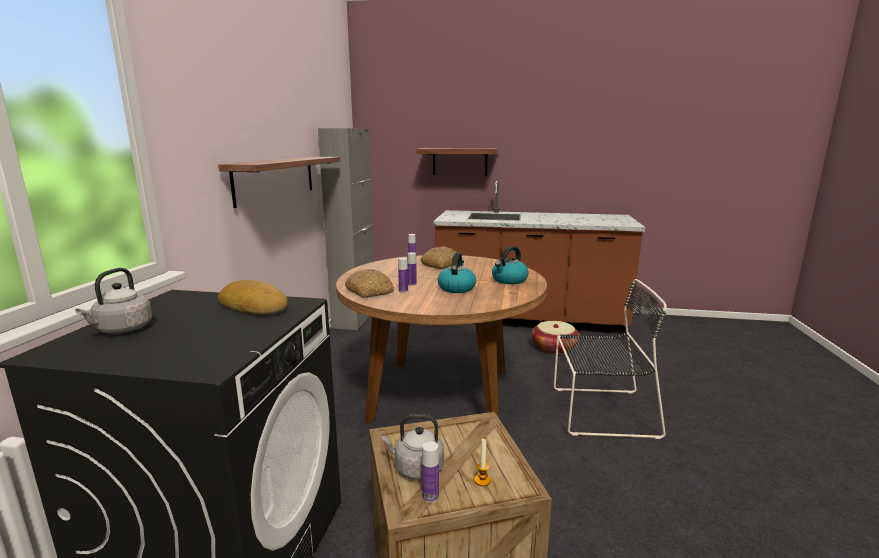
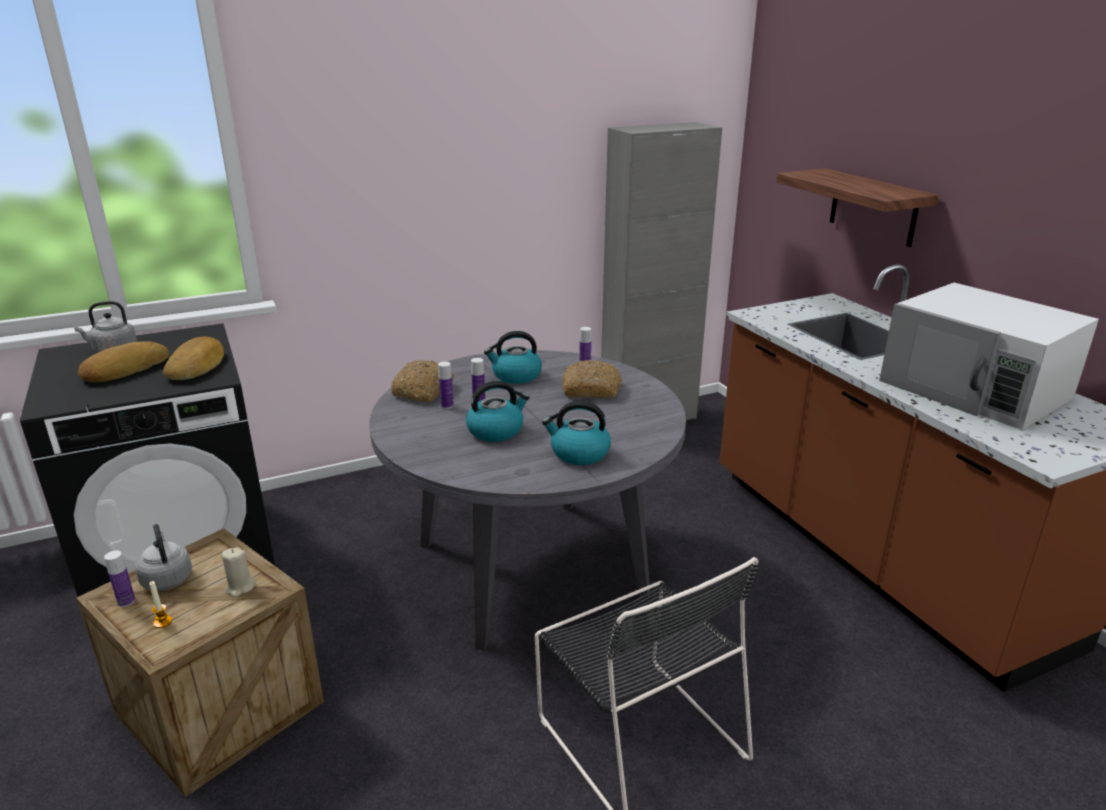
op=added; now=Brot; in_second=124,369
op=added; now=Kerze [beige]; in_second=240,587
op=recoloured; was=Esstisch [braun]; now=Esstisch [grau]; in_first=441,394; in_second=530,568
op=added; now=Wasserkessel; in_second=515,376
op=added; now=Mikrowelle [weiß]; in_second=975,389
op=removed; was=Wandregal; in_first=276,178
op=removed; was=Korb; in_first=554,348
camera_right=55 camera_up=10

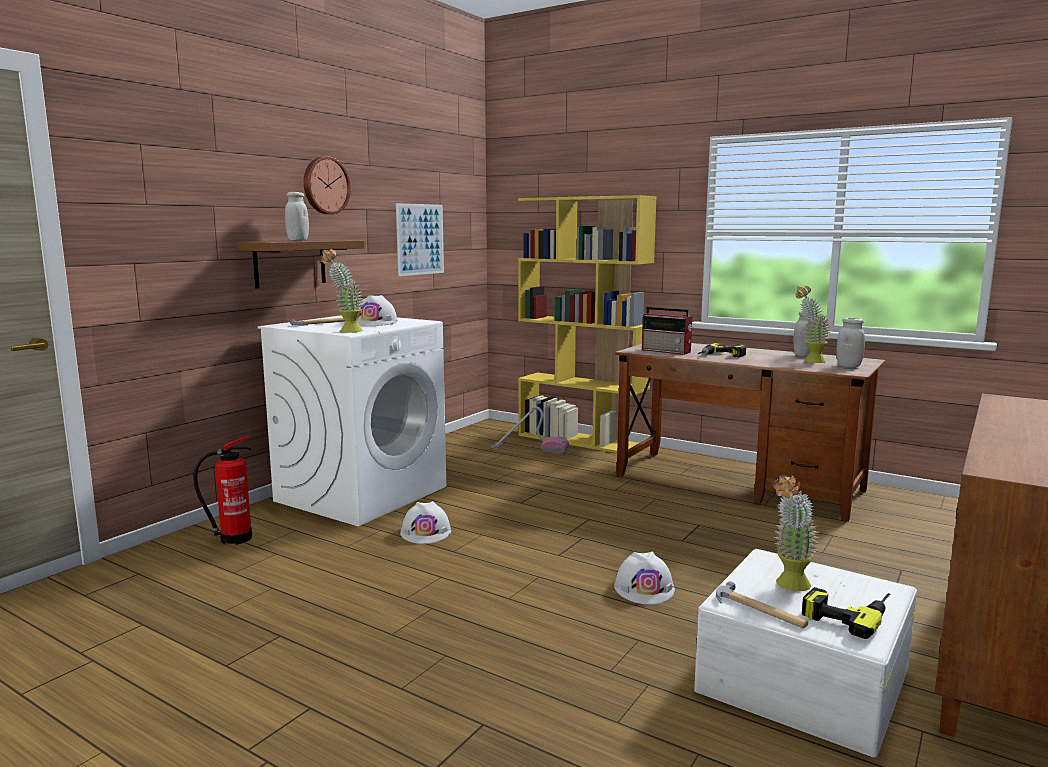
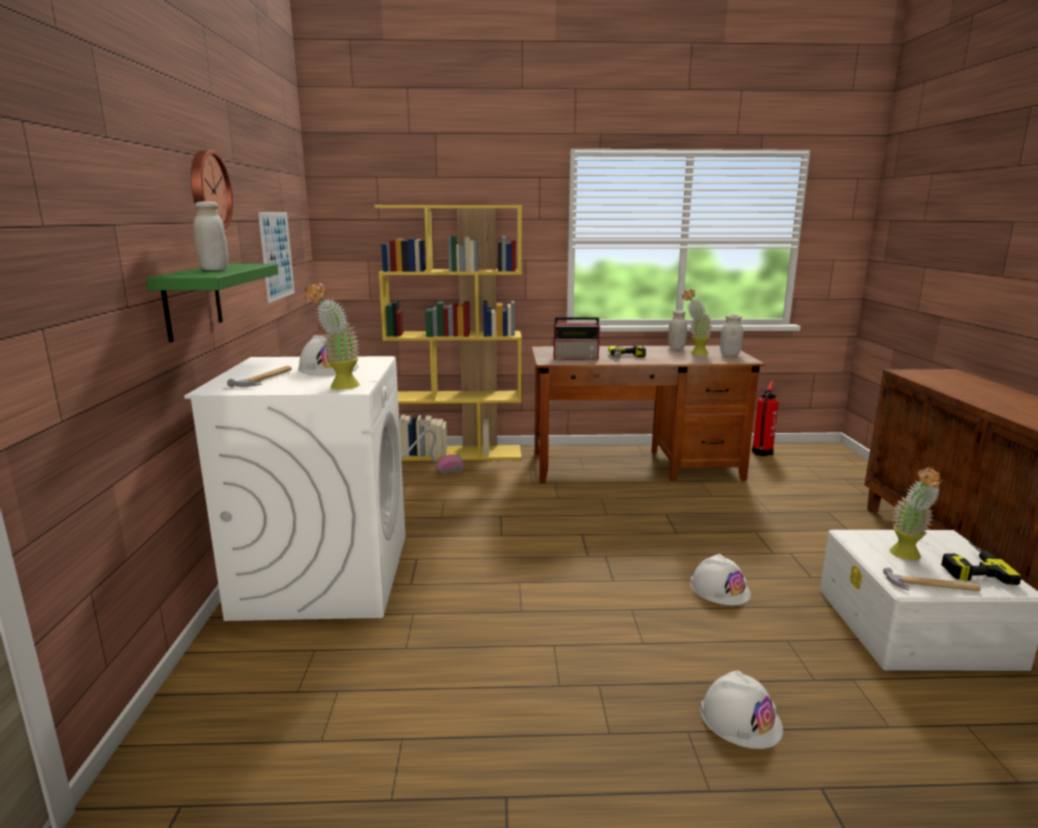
op=recoloured; was=Wandregal [braun]; now=Wandregal [grün]; in_first=290,263; in_second=192,300
op=moved; was=Schutzhelm [weiß]; in_first=426,532; in_second=740,718
op=moved; was=Feuerlöscher; in_first=233,539; in_second=761,453
camera_right=-35 camera_up=5

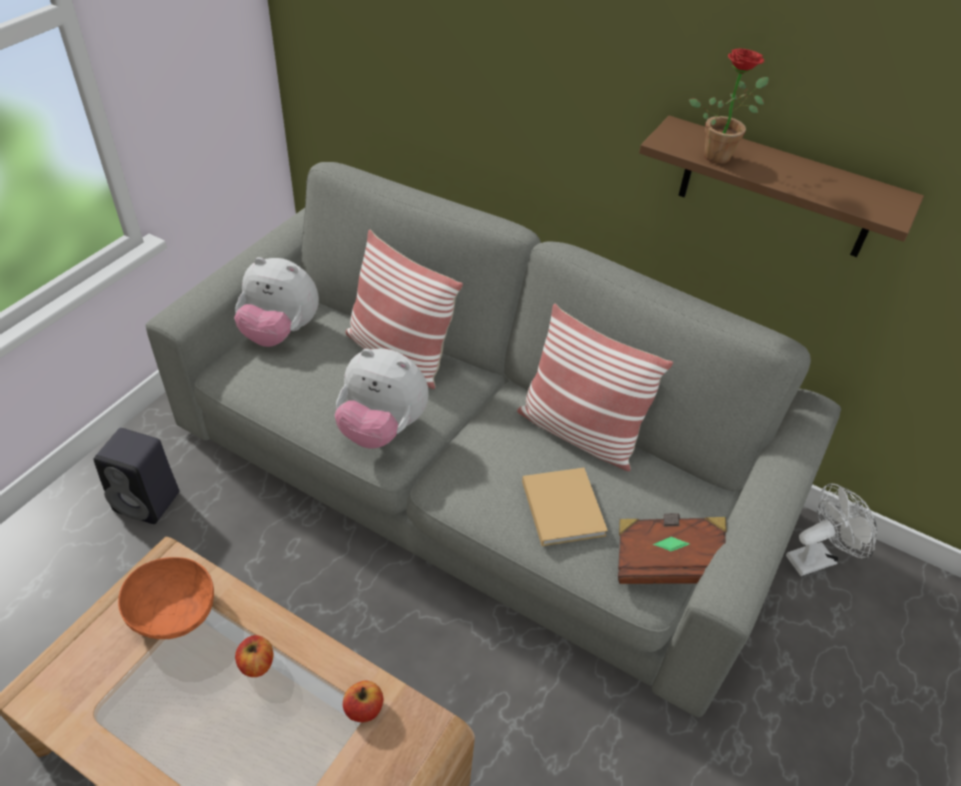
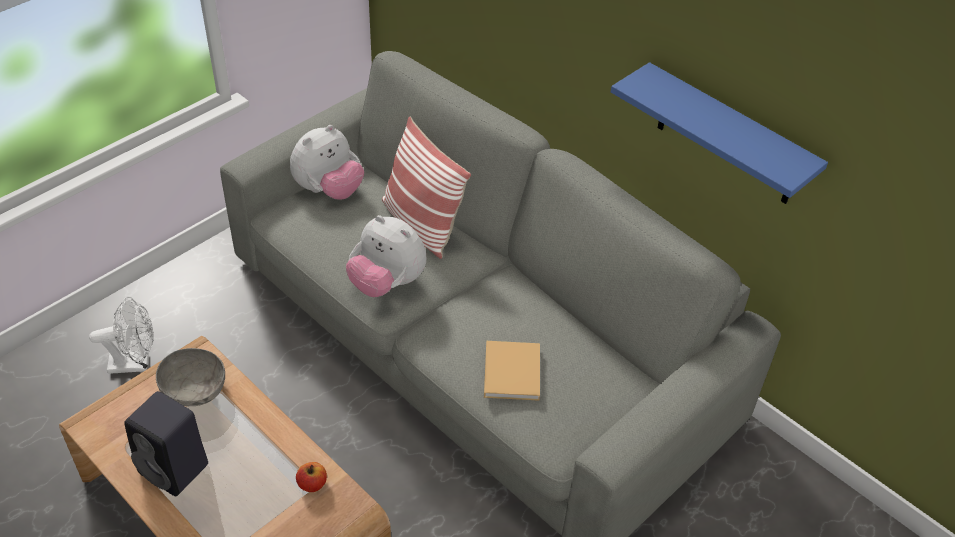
op=moved; was=Ventilator [weiß]; in_first=816,557; in_second=135,363
op=moved; was=Lautsprecher [schwarz]; in_first=149,502; in_second=176,469
op=recoloured; was=Schüssel [orange]; now=Schüssel [grau]; in_first=174,612; in_second=194,390
op=turned; was=Plüschtier; in_first=280,332; in_second=329,190; clockwise=-75
op=recoloured; was=Wandregal [braun]; now=Wandregal [blau]; in_first=777,189; in_second=727,137
op=removed; was=Apfel; in_first=256,664
op=removed; was=Kissen; in_first=579,432
op=removed; was=Buch [braun]; in_first=667,561
op=removed; was=Topfpflanze; in_first=719,154
camera_right=15 camera_up=0

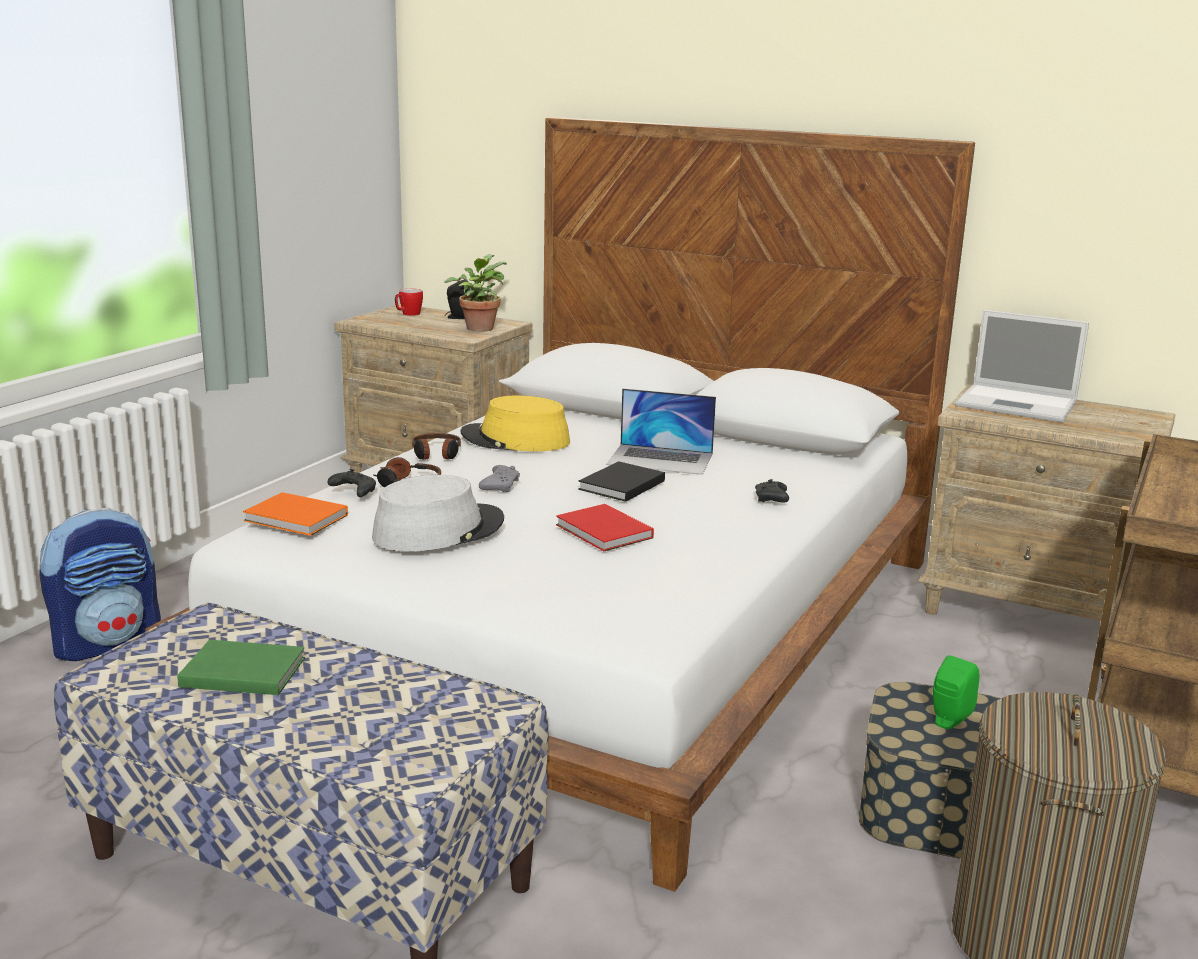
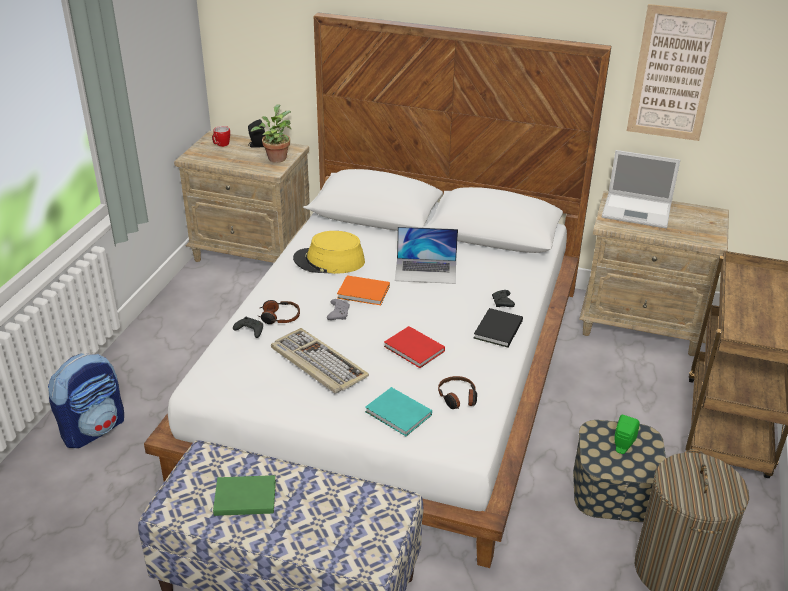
op=replaced; was=Hut [grau]; now=Tastatur; in_first=438,530; in_second=317,363
op=moved; was=Buch [orange]; in_first=297,519; in_second=364,293
op=added; now=Buch [türkis]; in_second=399,414
op=moved; was=Kopfhörer; in_first=436,454; in_second=458,398
op=moved; was=Buch [schwarz]; in_first=619,485; in_second=497,330
op=added; now=Bild; in_second=674,74
camera_right=-10 camera_up=15

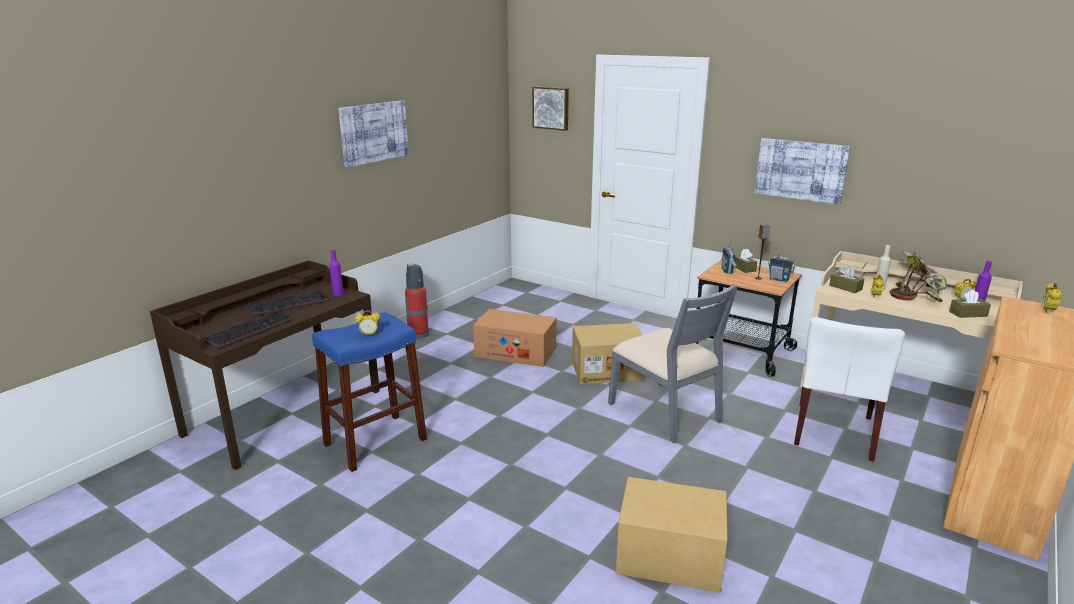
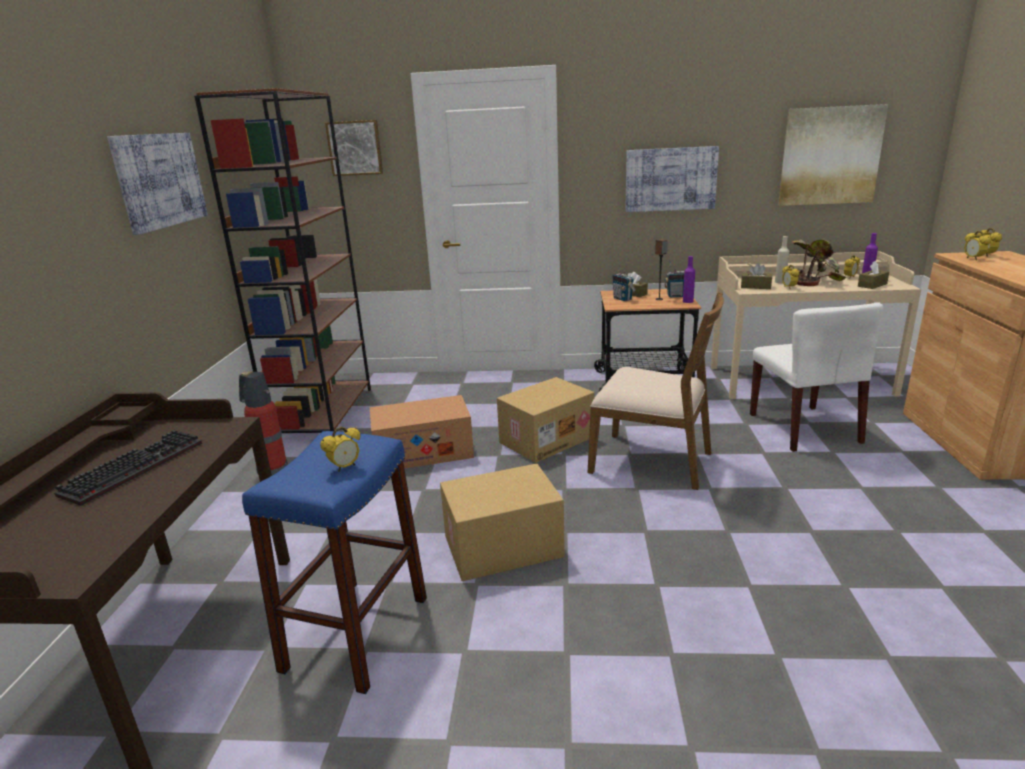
op=added; now=Bücherregal [braun]; in_second=323,413
op=moved; was=Karton; in_first=668,558; in_second=503,548
op=recoloured; was=Stuhl [grau]; now=Stuhl [braun]; in_first=666,412; in_second=652,461
op=moved; was=Flasche [lila]; in_first=338,293; in_second=688,301
op=added; now=Bild; in_second=830,156
op=added; now=Wecker; in_second=973,259
op=removed; was=Tastatur; in_first=250,330
camera_right=-30 camera_up=0

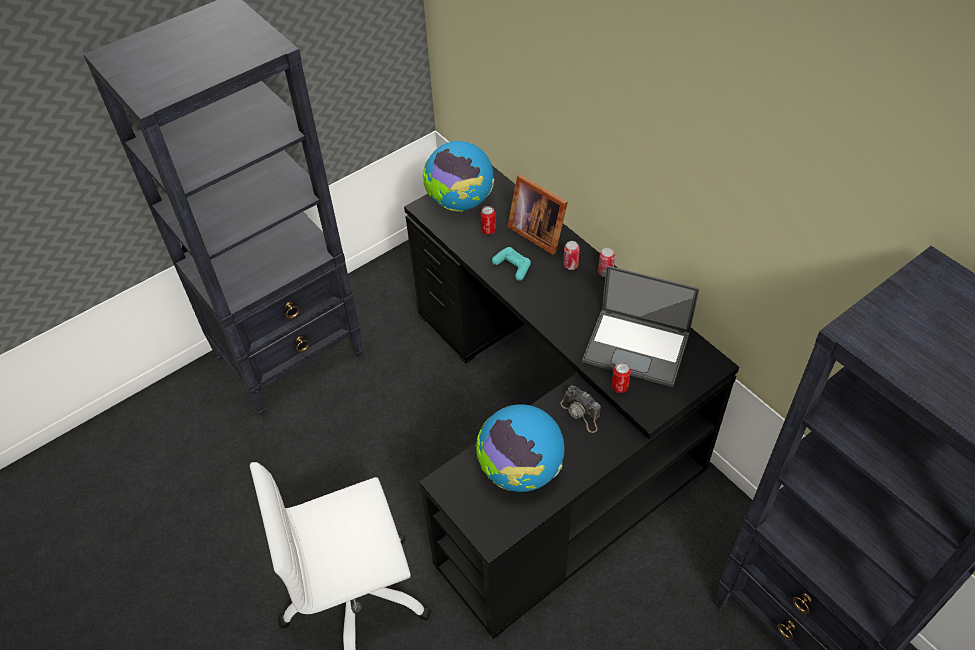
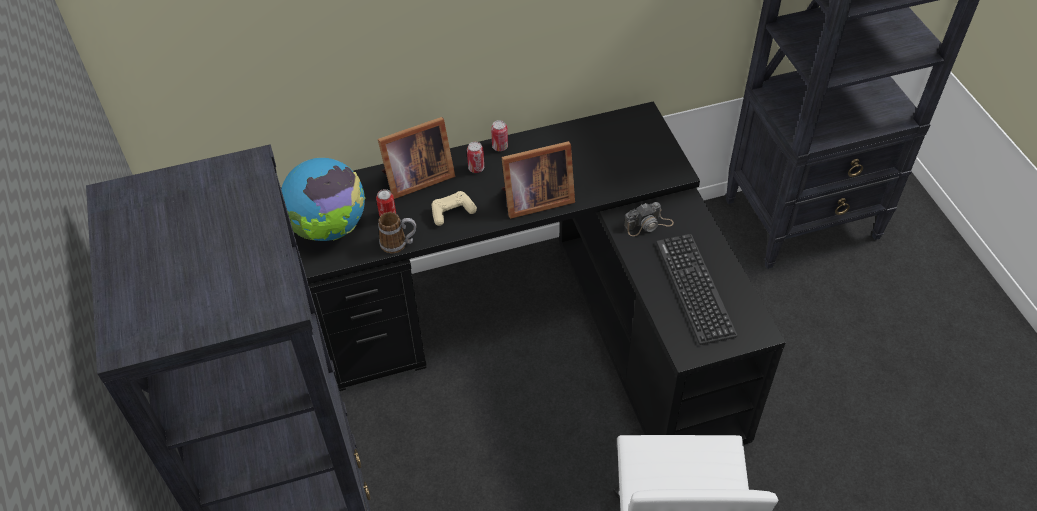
op=added; now=Henkelbecher; in_second=399,243
op=recoloured; was=Gamepad [türkis]; now=Gamepad [beige]; in_first=512,267; in_second=452,212
op=added; now=Bilderrahmen; in_second=534,200
op=replaced; was=Globus; now=Tastatur; in_first=520,470; in_second=695,288
op=removed; was=Laptop; in_first=638,347
op=removed; was=Dose; in_first=619,387
camera_right=-70 camera_up=0

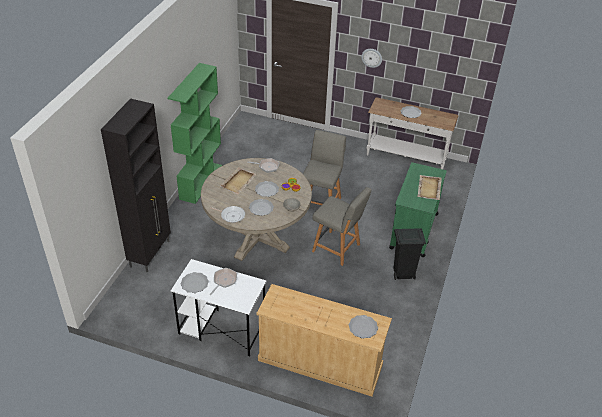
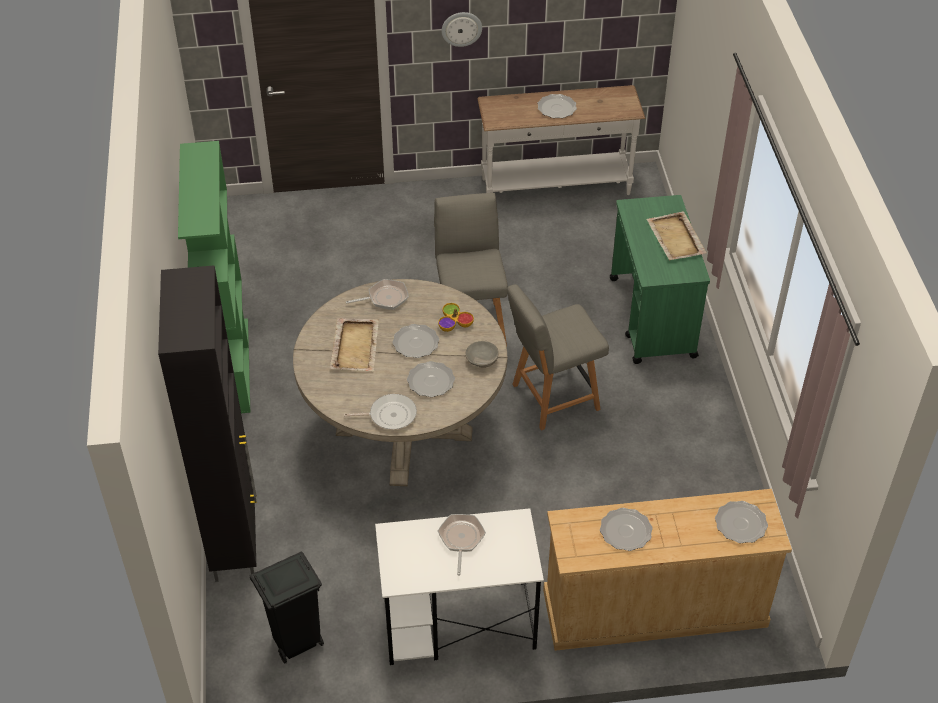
op=moved; was=Mülleimer [schwarz]; in_first=402,274; in_second=296,643
op=turned; was=Stuhl [grau]; in_first=337,249; in_second=552,398; clockwise=150
op=moved; was=Teller; in_first=194,283; in_second=625,531
camera_right=-25 camera_up=5

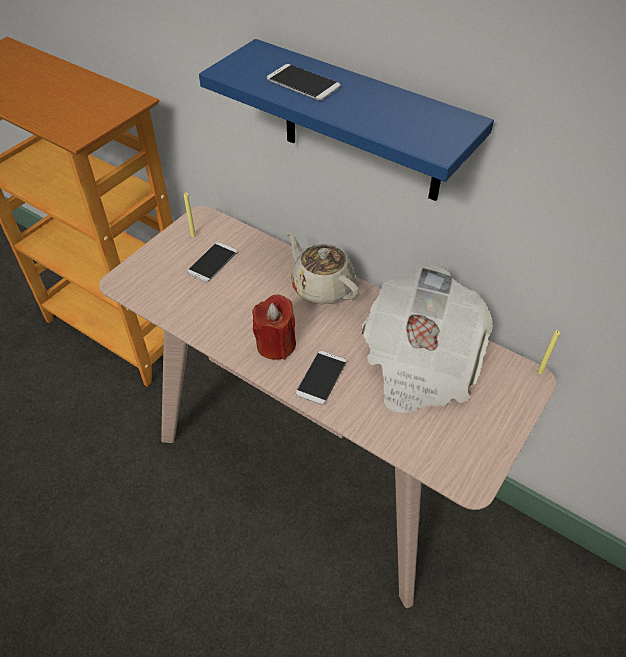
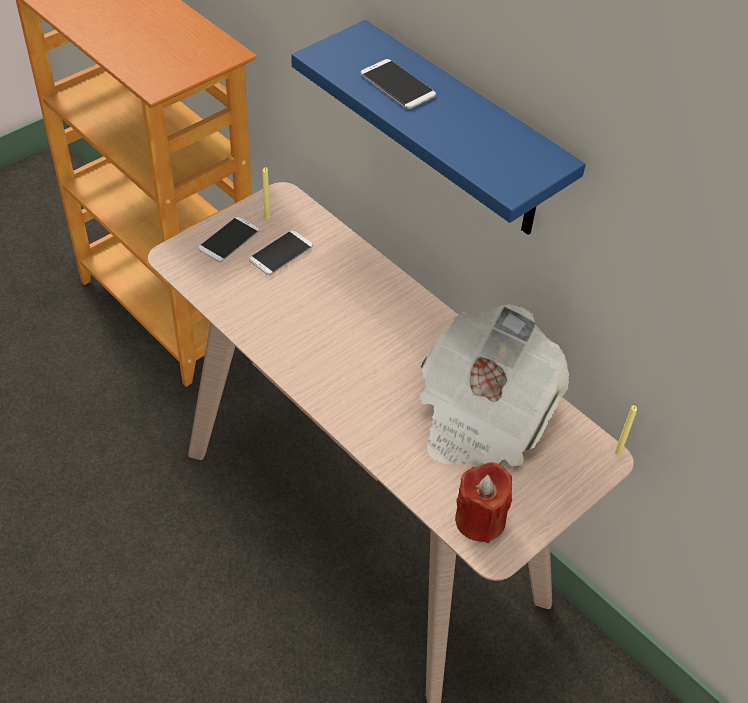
op=moved; was=Handy; in_first=321,377; in_second=229,240
op=moved; was=Kerze [rot]; in_first=276,344; in_second=480,520
op=removed; was=Teekanne [beige]; in_first=321,287
camera_right=10 camera_up=0

